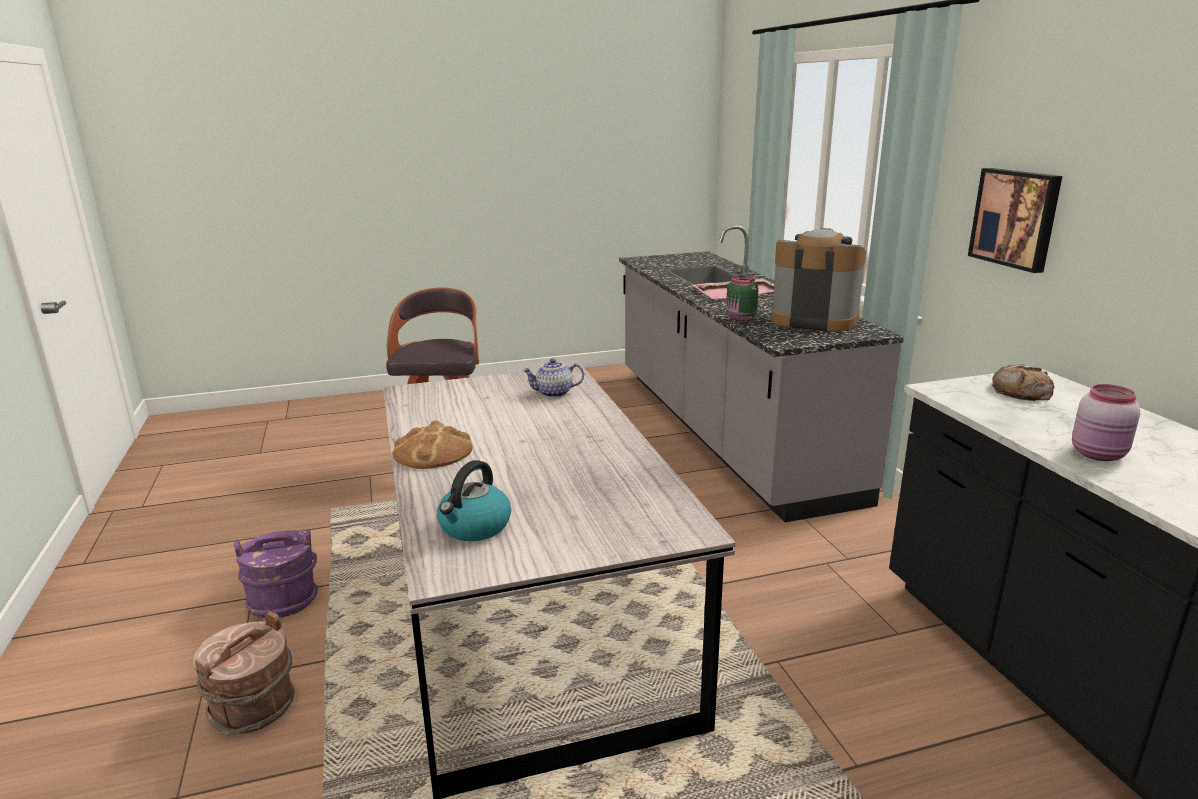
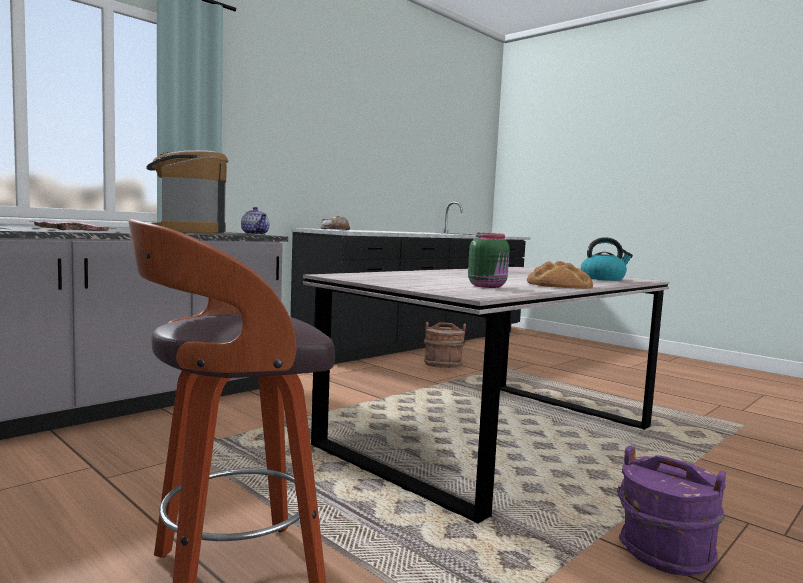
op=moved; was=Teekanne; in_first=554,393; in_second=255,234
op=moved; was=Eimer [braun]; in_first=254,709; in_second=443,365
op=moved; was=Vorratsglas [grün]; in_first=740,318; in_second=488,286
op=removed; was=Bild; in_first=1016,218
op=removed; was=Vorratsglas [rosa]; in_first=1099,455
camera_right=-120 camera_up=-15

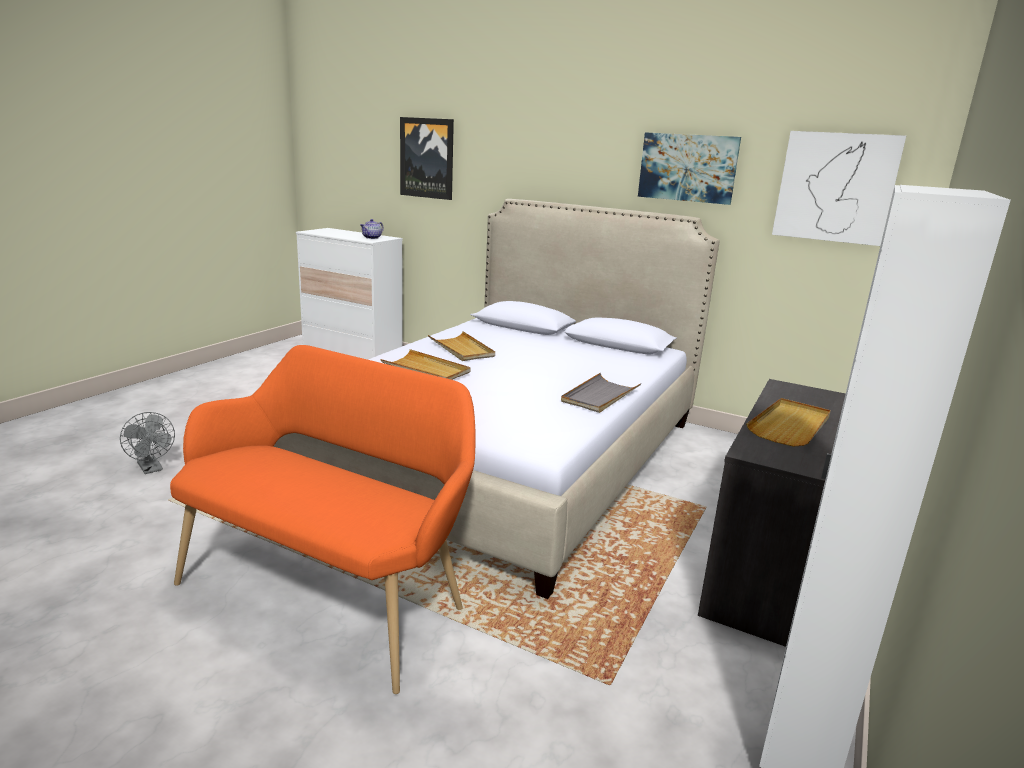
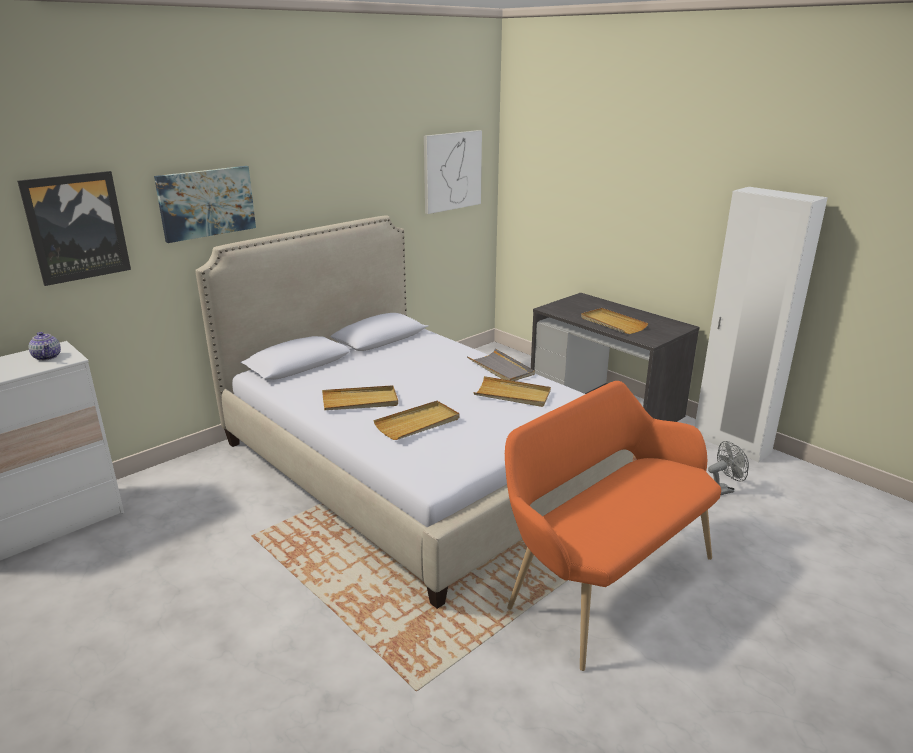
op=moved; was=Bild; in_first=688,168; in_second=206,203
op=added; now=Tablett [beige]; in_second=512,395
op=moved; was=Ventilator [grau]; in_first=152,469; in_second=722,490
camera_right=-70 camera_up=5

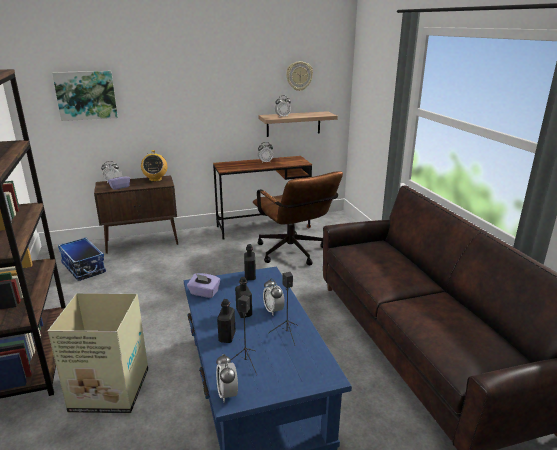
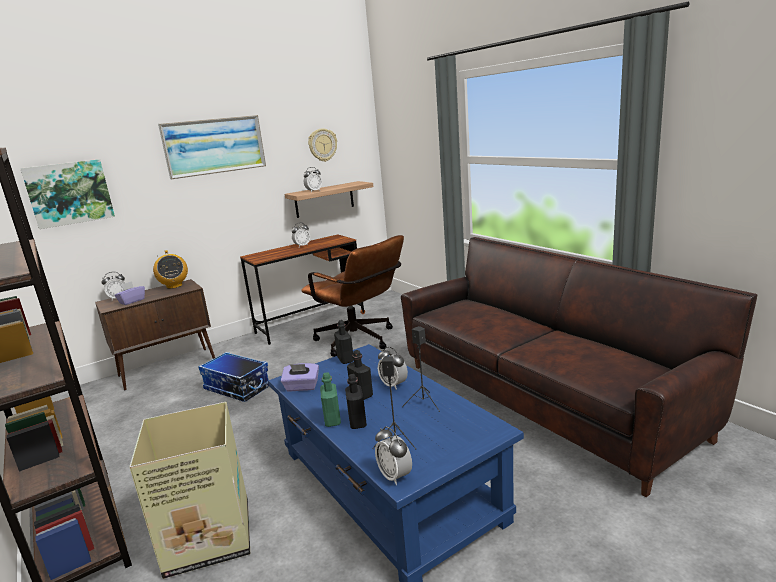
op=added; now=Bild; in_second=214,146
op=moved; was=Aufbewahrungsbox; in_first=83,268; in_second=236,388
op=added; now=Flasche [grün]; in_second=332,420
camera_right=-15 camera_up=-5

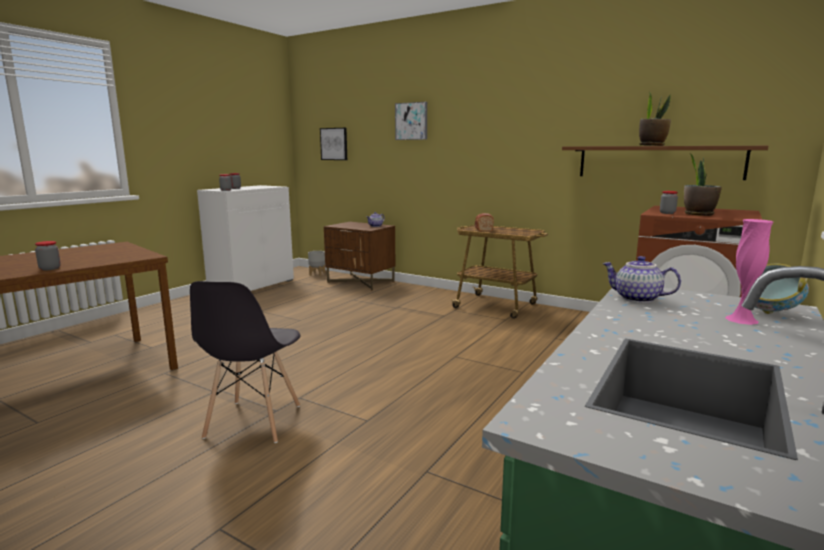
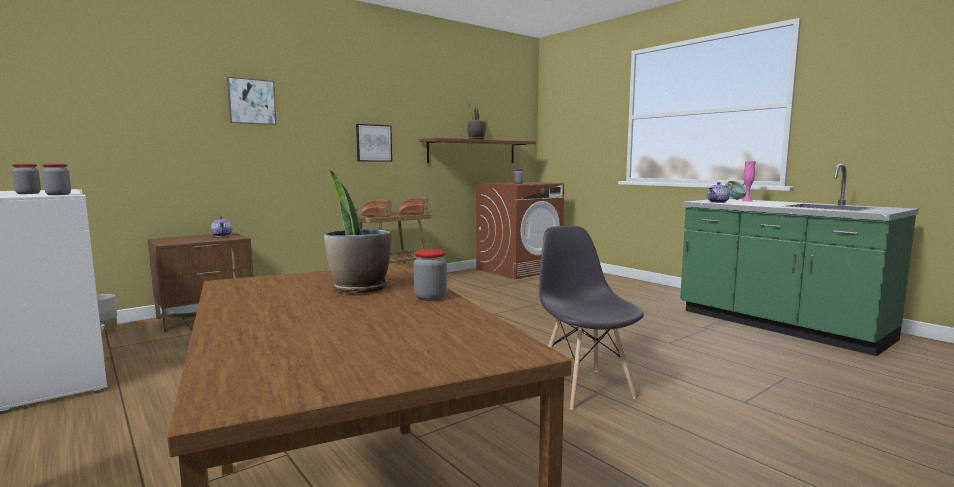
op=moved; was=Topfpflanze; in_first=698,214; in_second=359,288
op=moved; was=Bild; in_first=334,144; in_second=373,143
op=added; now=Brot; in_second=412,213
op=turned; was=Stuhl [grau]; in_first=253,422; in_second=584,388; clockwise=-135
camera_right=-70 camera_up=-5

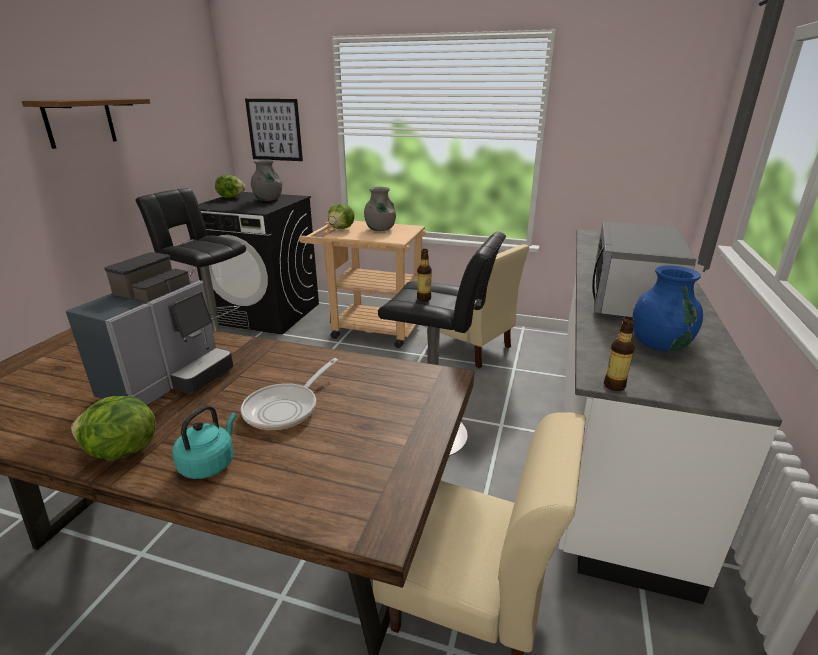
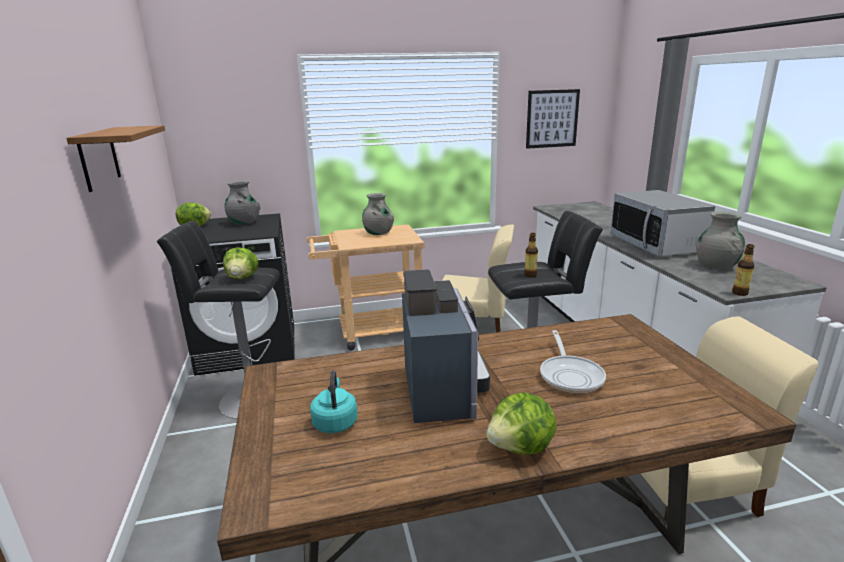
op=moved; was=Salatkopf; in_first=341,228; in_second=242,278
op=moved; was=Wasserkessel [türkis]; in_first=209,463; in_second=335,422
op=moved; was=Bild; in_first=274,130; in_second=552,119
op=recoloured; was=Vase [blau]; now=Vase [grau]; in_first=659,344; in_second=716,266
camera_right=-30 camera_up=-5

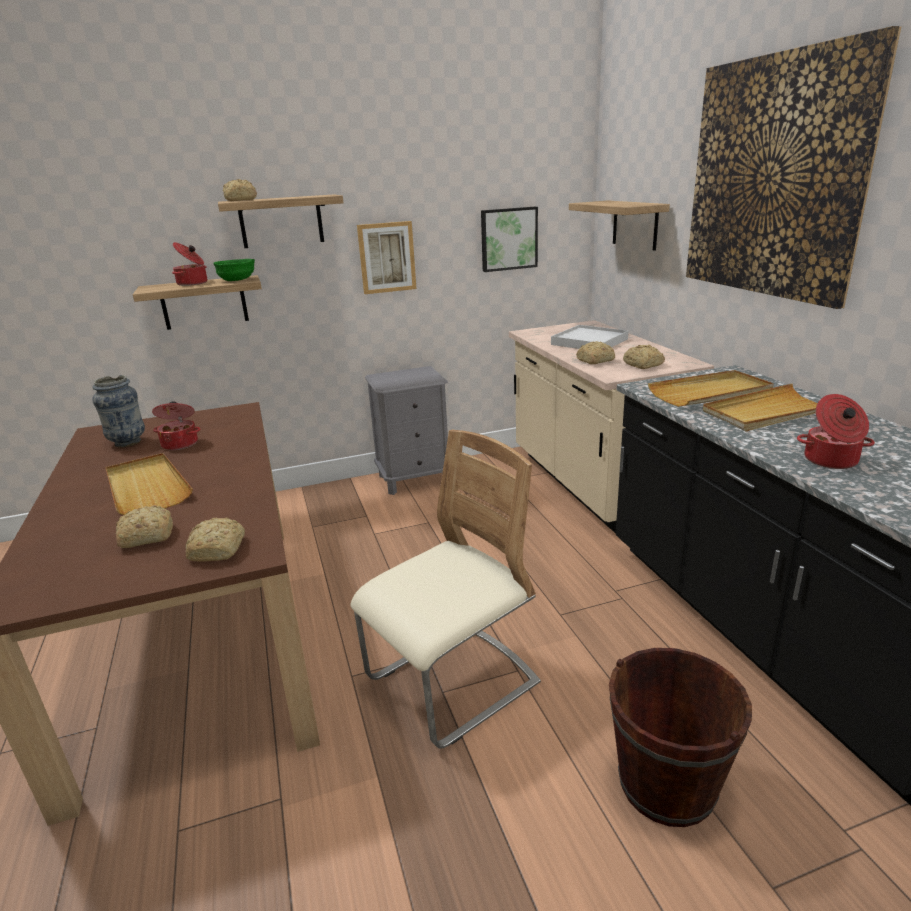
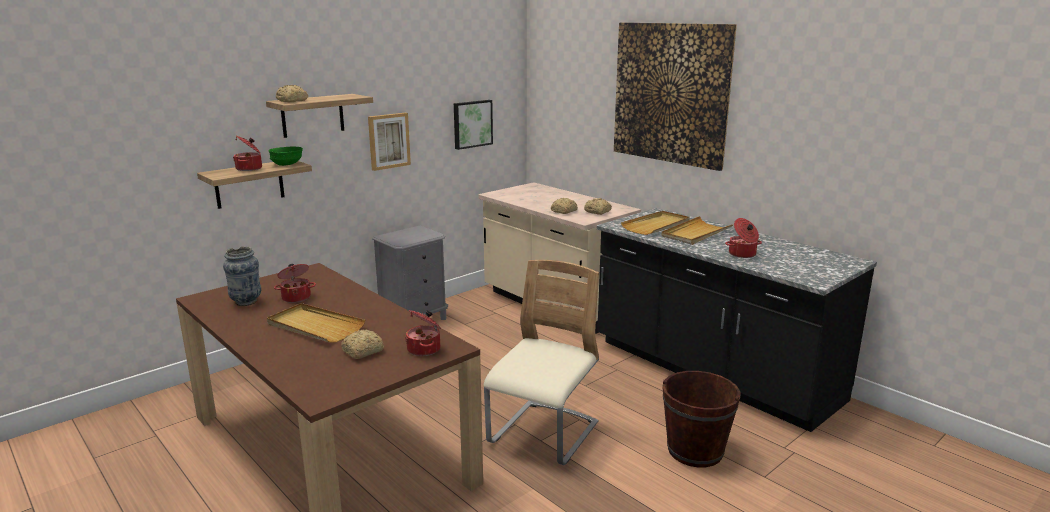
op=replaced; was=Brot; now=Kochtopf; in_first=218,549; in_second=425,349
op=removed; was=Tablett [weiß]; in_first=589,342
op=removed; was=Wandregal; in_first=635,224
camera_right=-25 camera_up=-5

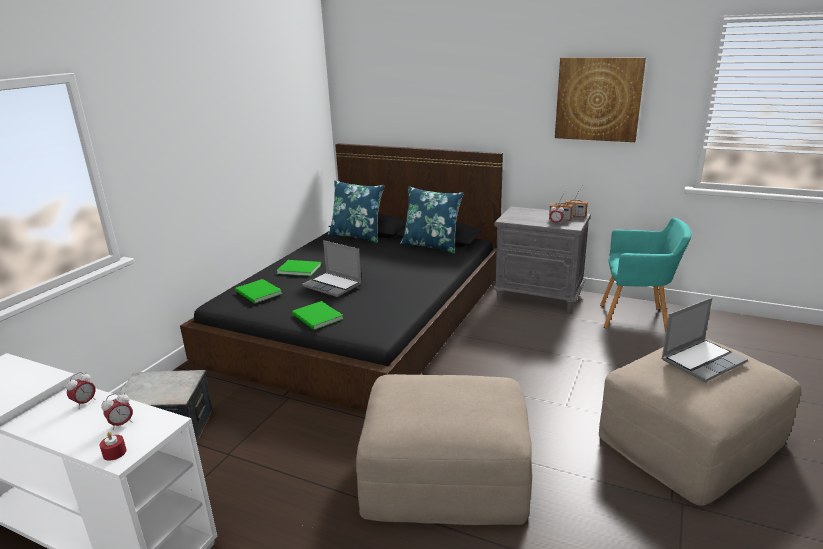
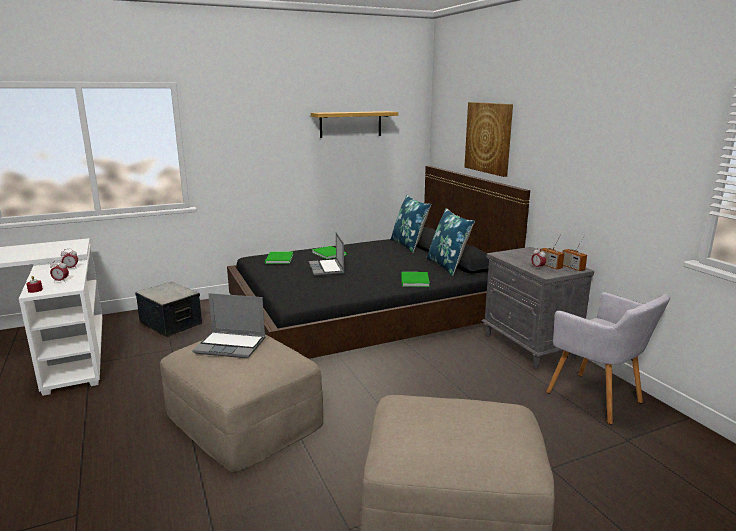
op=moved; was=Laptop; in_first=702,360; in_second=231,345
op=added; now=Wandregal; in_second=350,124
op=moved; was=Buch [grün]; in_first=317,317; in_second=414,281
op=moved; was=Bild; in_first=598,99; in_second=488,138
op=recoloured; was=Sessel [türkis]; now=Sessel [grau]; in_first=637,318; in_second=598,399
camera_right=40 camera_up=-5

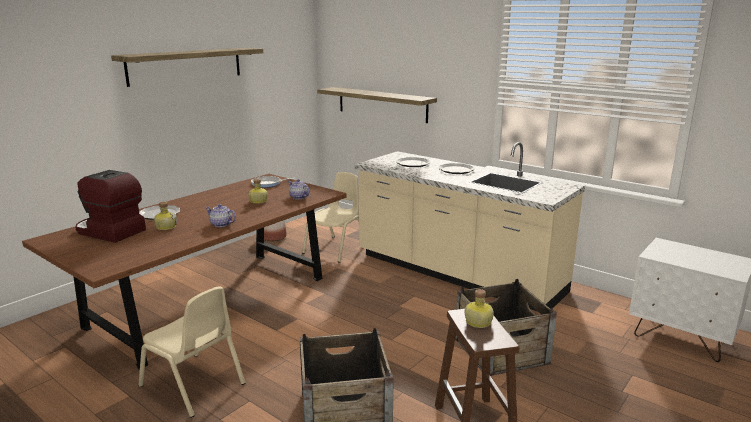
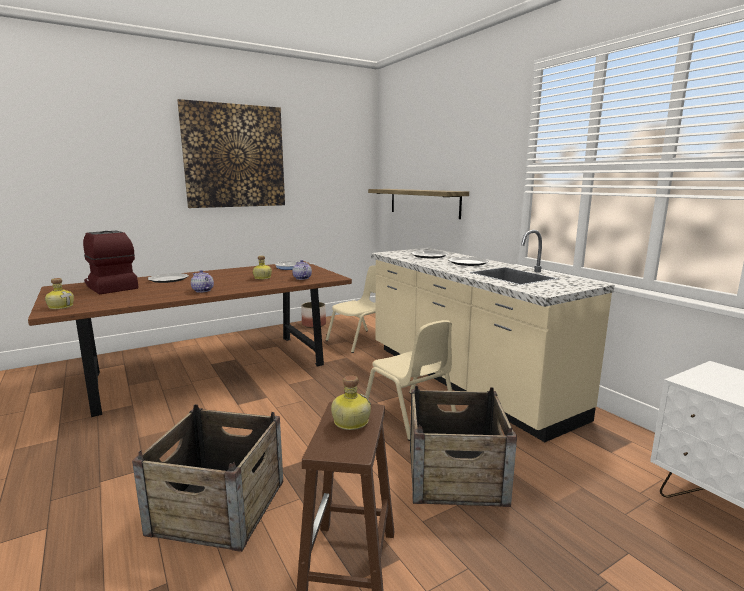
op=moved; was=Flasche; in_first=166,227; in_second=61,306
op=replaced; was=Wandregal; now=Bild; in_first=186,65; in_second=234,156
op=moved; was=Stuhl [beige]; in_first=193,385; in_second=409,415
camera_right=20 camera_up=-5

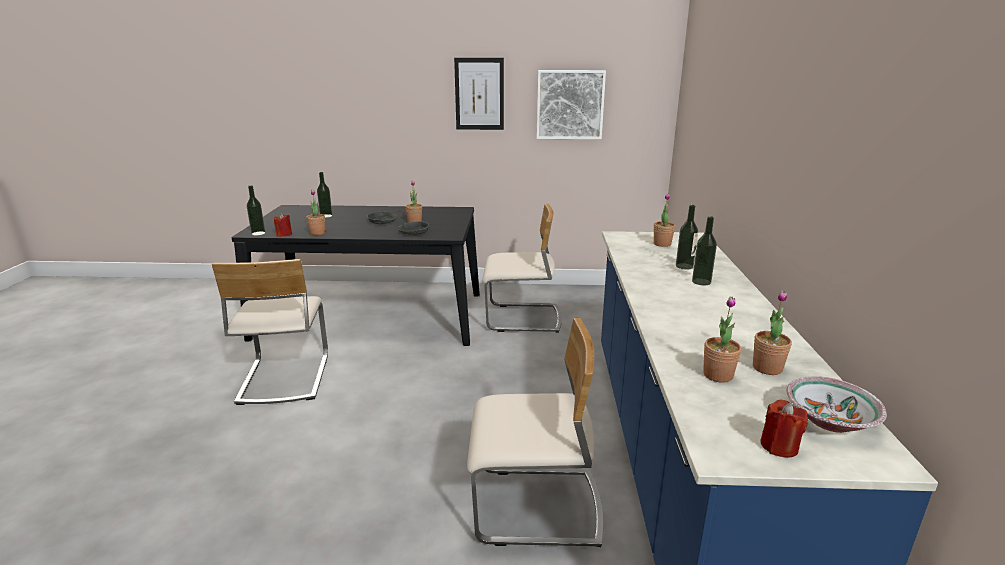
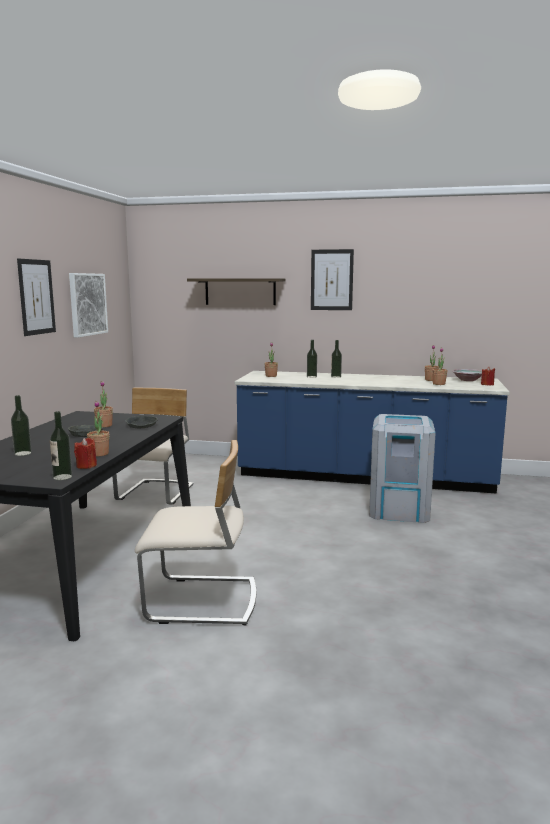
op=added; now=Wandregal; in_second=240,291
op=added; now=Bild; in_second=331,280
op=replaced; was=Stuhl [beige]; now=Mülleimer [grau]; in_first=536,507; in_second=399,509
camera_right=-80 camera_up=-10

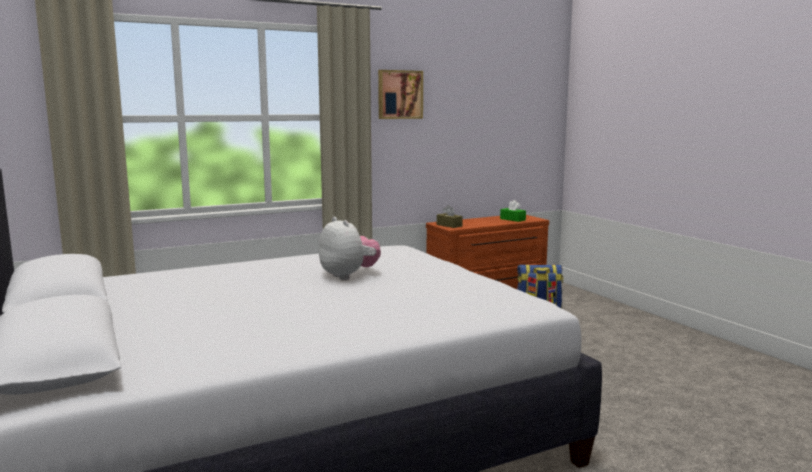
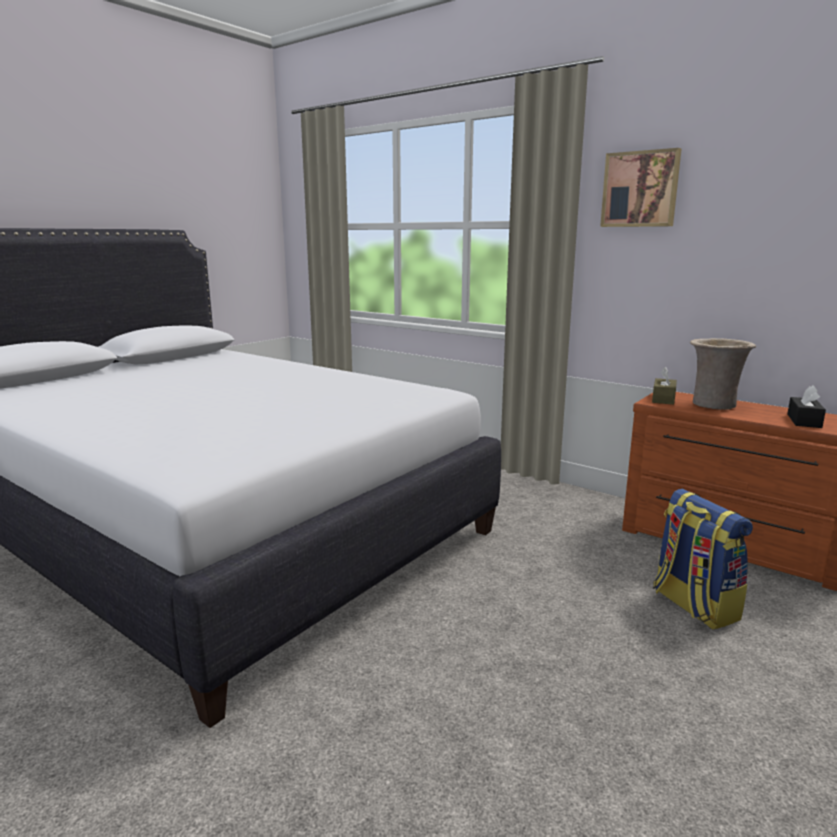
op=added; now=Vase [beige]; in_second=712,405
op=recoloured; was=Taschentuchbox [grün]; now=Taschentuchbox [schwarz]; in_first=512,219; in_second=804,421
op=removed; was=Plüschtier; in_first=349,276
camera_right=65 camera_up=5

